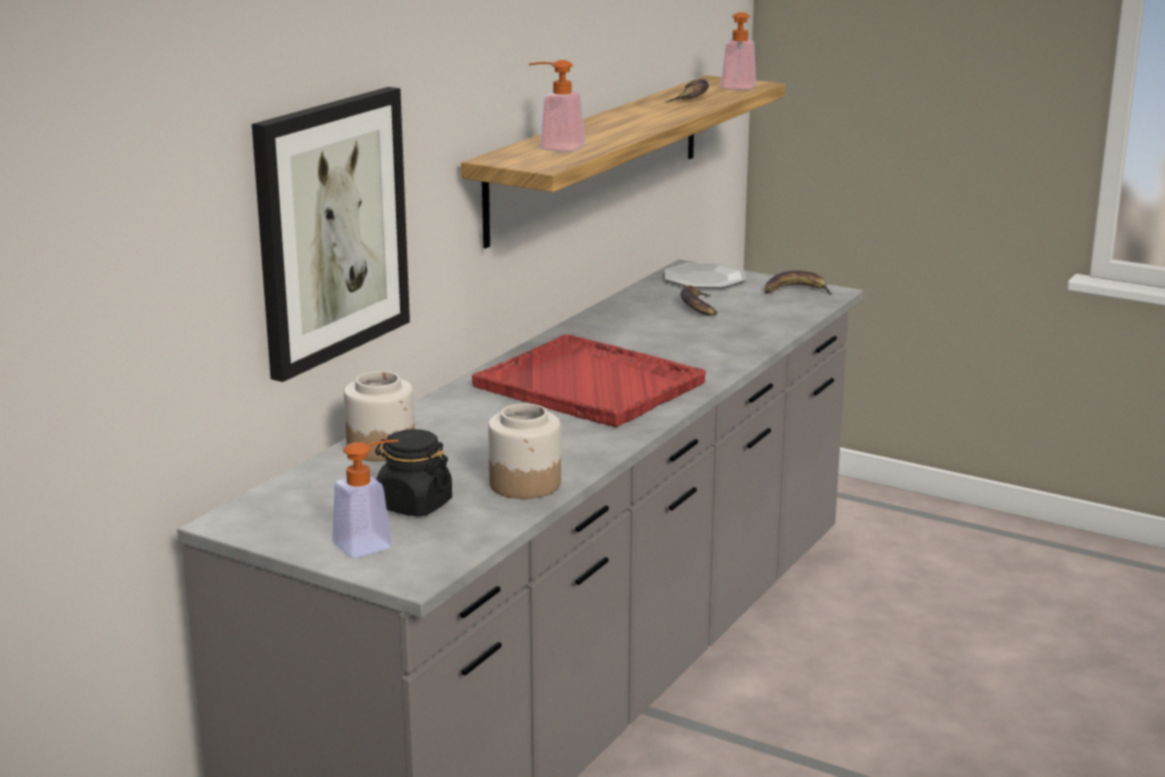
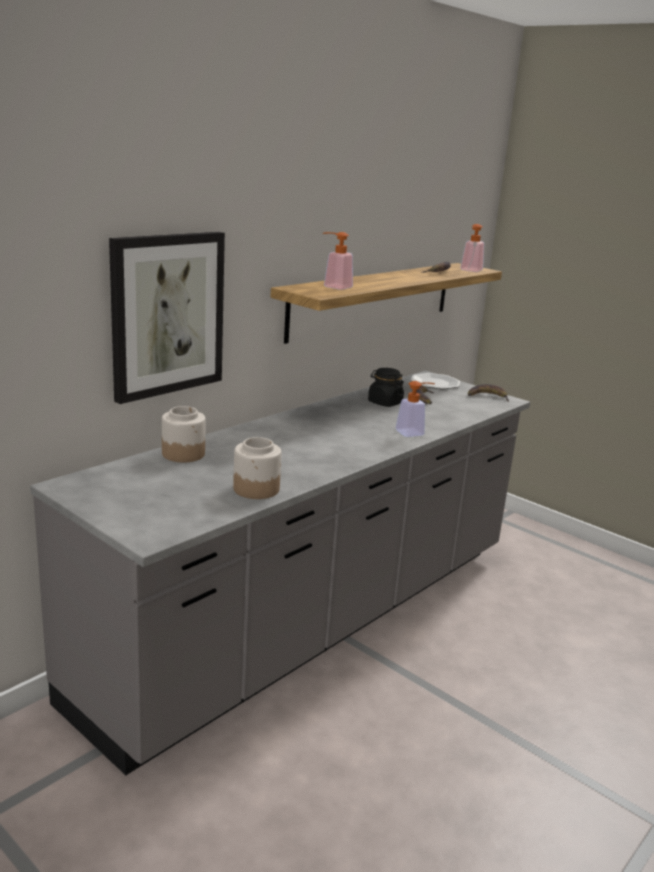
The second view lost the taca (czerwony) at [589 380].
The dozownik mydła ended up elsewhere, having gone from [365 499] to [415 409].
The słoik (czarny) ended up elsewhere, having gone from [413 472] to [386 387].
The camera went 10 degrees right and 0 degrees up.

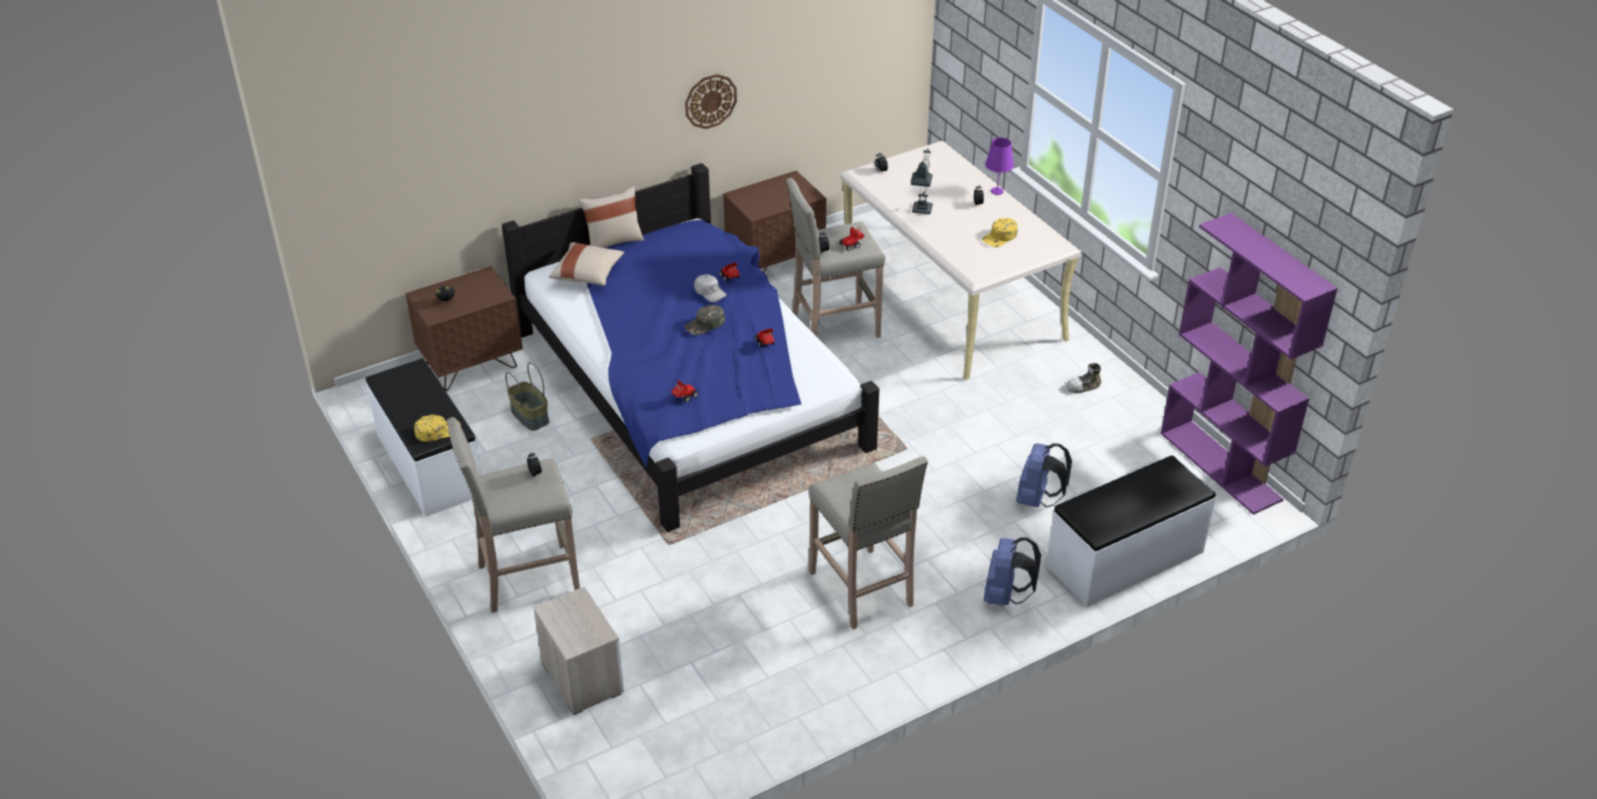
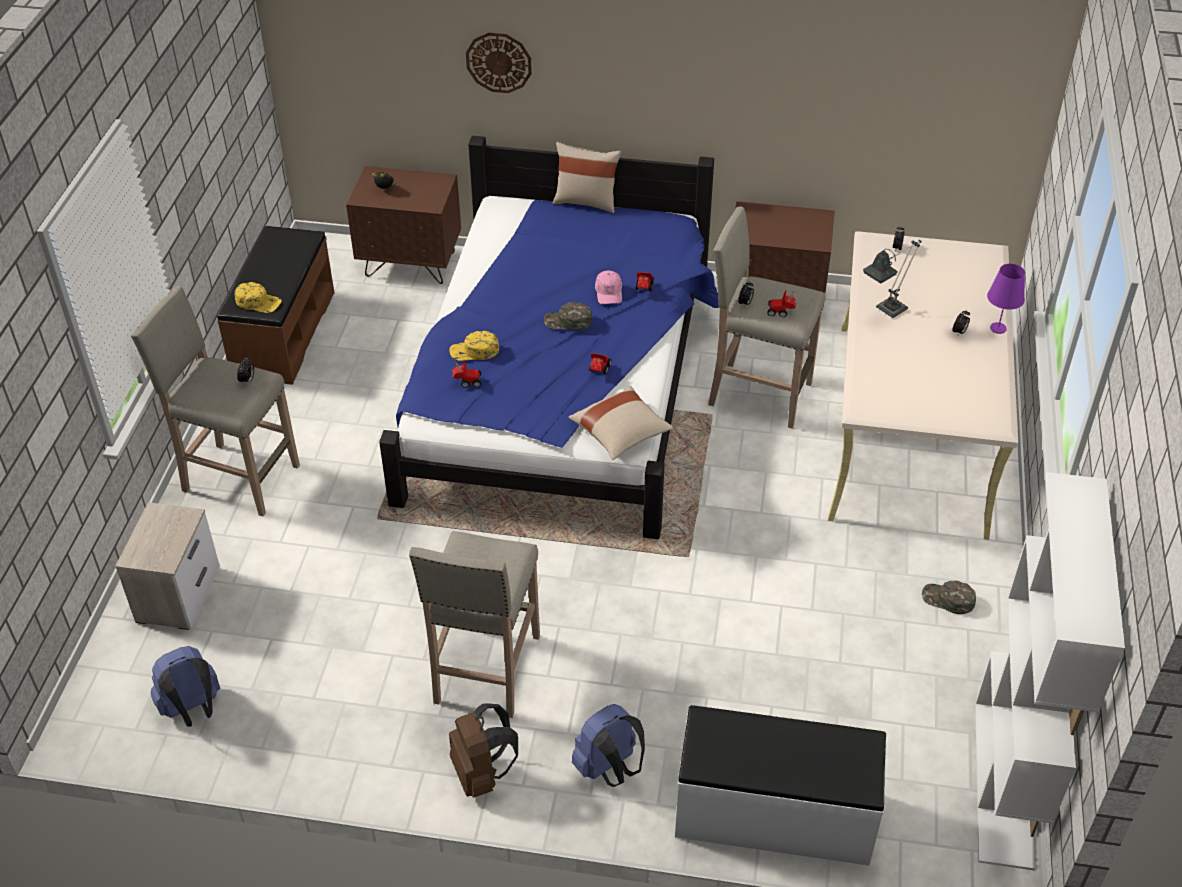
The second view lost the koszyk at [527 396].
The second view gained the plecak (brązowy) at [483 750].
The poduszka (beżowy) ended up elsewhere, having gone from [587 264] to [621 423].
The zegar ścienny ended up elsewhere, having gone from [711 101] to [499 62].
The czapka z daszkiem (żółty) ended up elsewhere, having gone from [999 232] to [474 346].
The plecak (niebieski) ended up elsewhere, having gone from [1044 475] to [185 686].
Where the but stood at [1084 378], the czapka z daszkiem (zielony) came to stand at [949 597].
What was the ławka (biały) at [423 437] turned into the ławka (brązowy) at [275 305].
What was the czapka z daszkiem (biały) at [710 288] turned into the czapka z daszkiem (różowy) at [608 287].
What was the regał (fioletowy) at [1249 364] turned into the regał (biały) at [1050 671].
The camera went 40 degrees right and 5 degrees up.

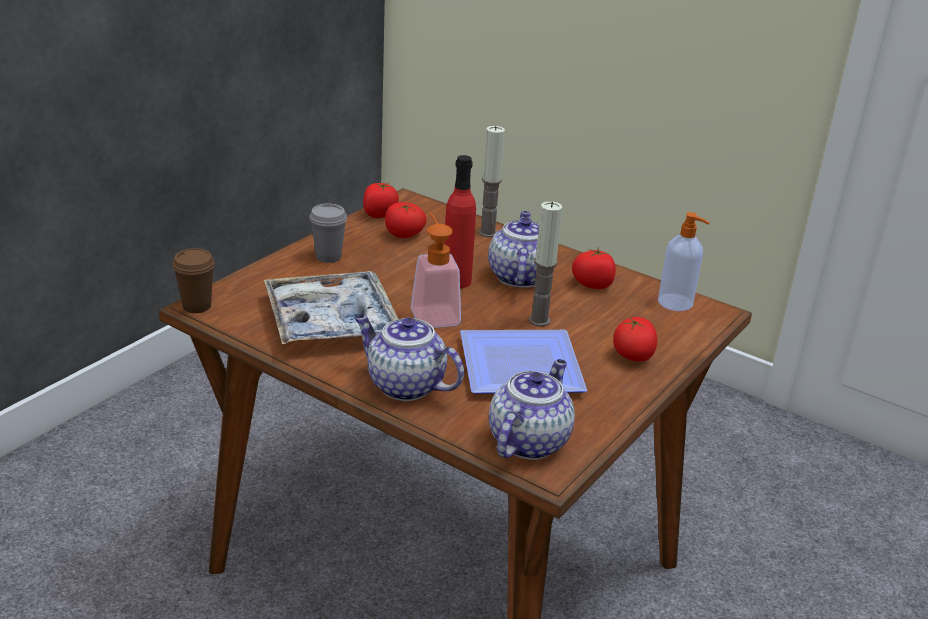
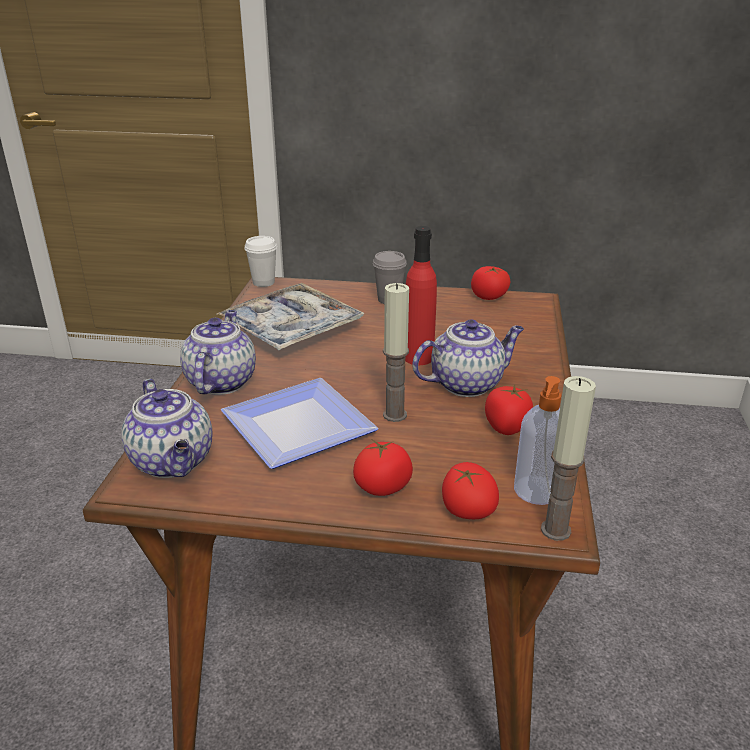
The second view lost the dozownik mydła at [436 270].
The pomidor ended up elsewhere, having gone from [406 220] to [470 490].
The świeca ended up elsewhere, having gone from [491 181] to [568 458].
What was the filiżanka (brązowy) at [193 280] turned into the filiżanka (biały) at [260 261].
The imbryk at [532 409] ended up facing another way, 60 degrees clockwise from before.
The camera went 65 degrees right and 0 degrees up.

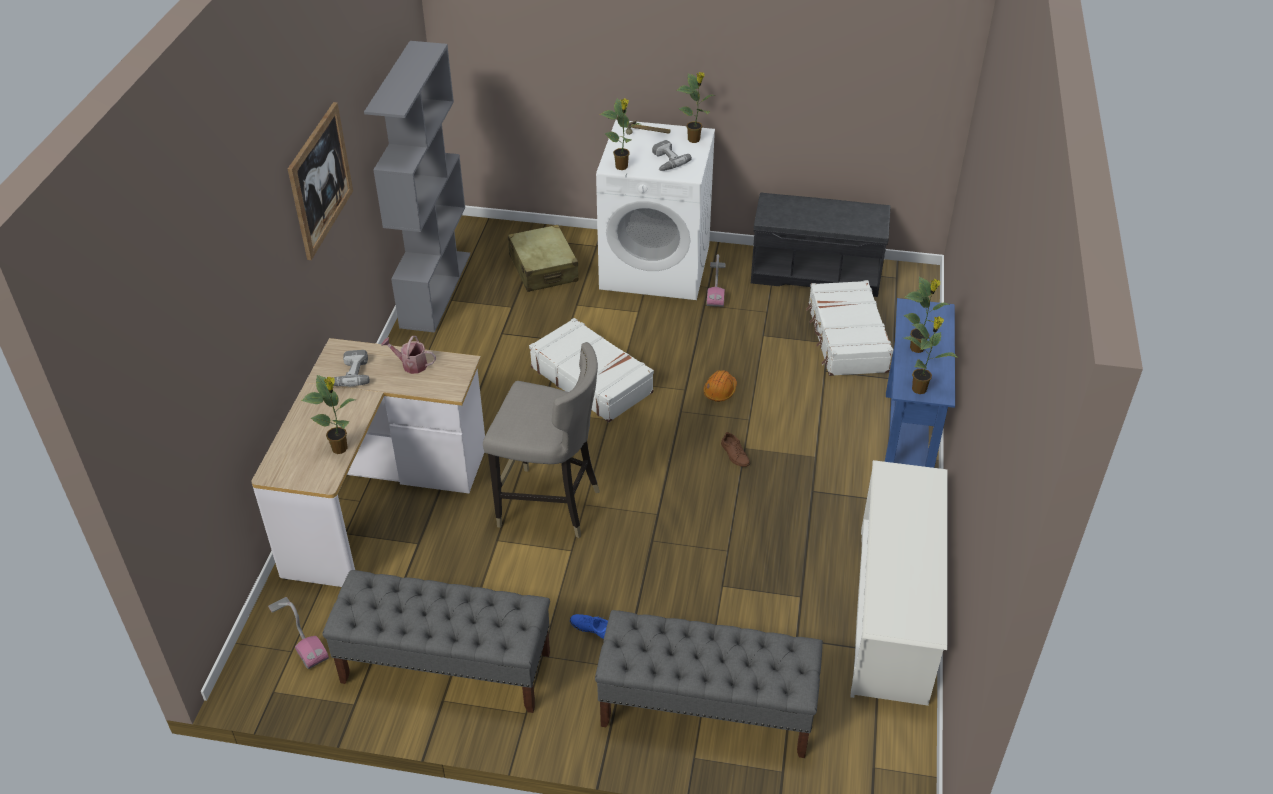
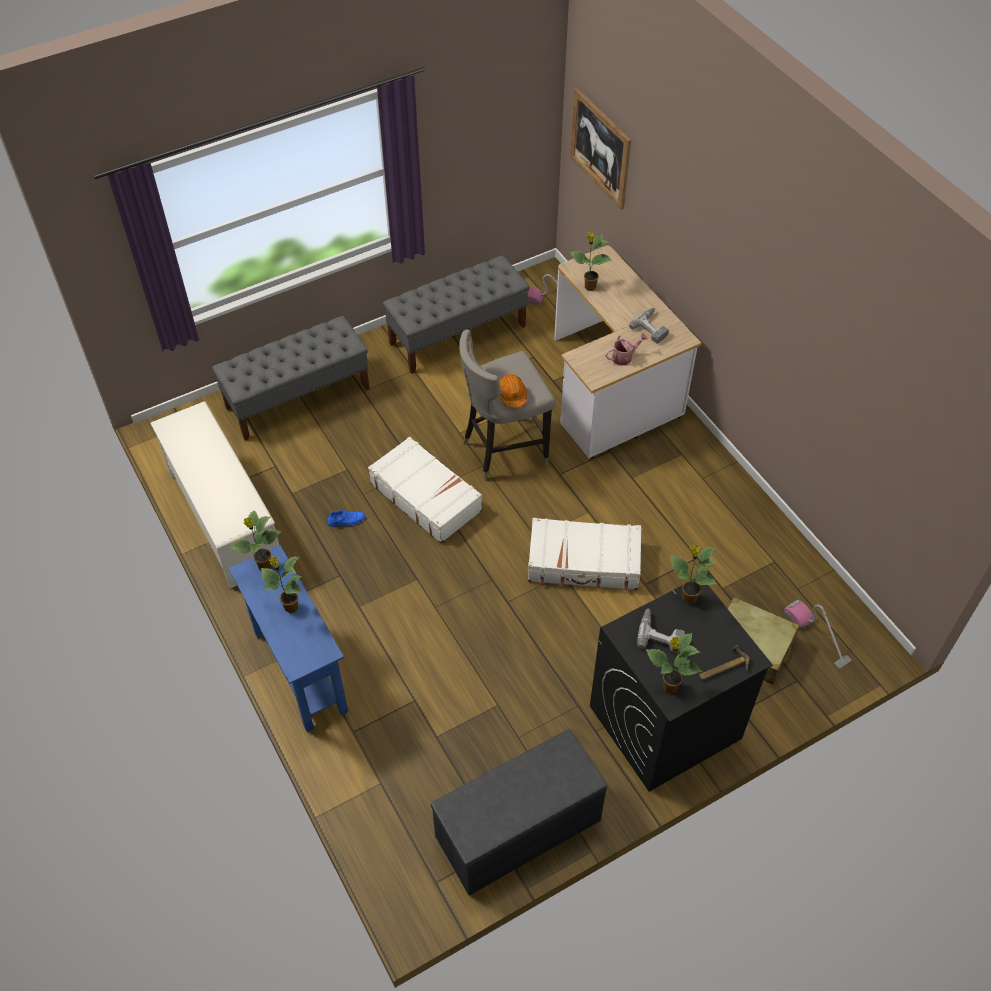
The second view lost the regał (szary) at [417 187].
The second view lost the but (brązowy) at [735 449].
The obraz ended up elsewhere, having gone from [320 181] to [600 149].
The but (niebieski) ended up elsewhere, having gone from [589 626] to [346 518].
The kask (pomarańczowy) ended up elsewhere, having gone from [720 386] to [513 391].
The odkurzacz ended up elsewhere, having gone from [716 280] to [817 634].
The walizka (biały) ended up elsewhere, having gone from [849 328] to [425 490].
What was the pralka (biały) at [655 210] turned into the pralka (czarny) at [681 685].
The camera went 140 degrees right and 10 degrees up.

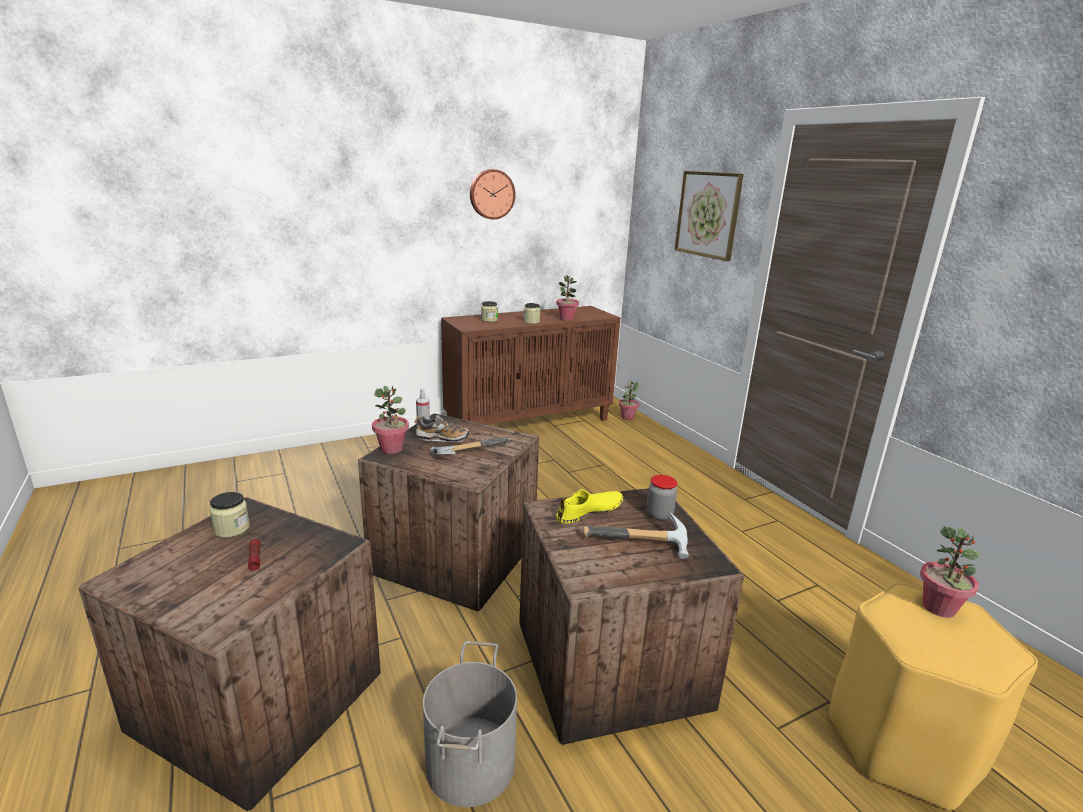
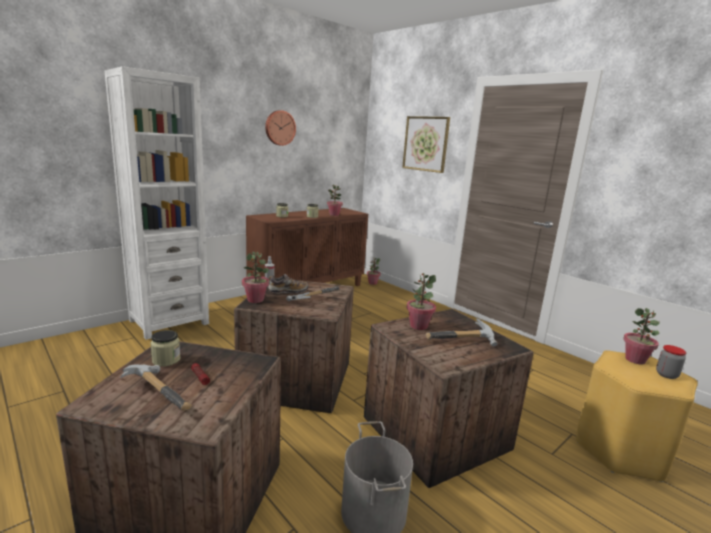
The second view gained the regał (biały) at [156 203].
The second view gained the młotek at [156 388].
The słoik ended up elsewhere, having gone from [662 498] to [671 362].
Where the but (żółty) stood at [589 506], the roślina doniczkowa came to stand at [421 301].
The camera went 15 degrees left and 5 degrees down.

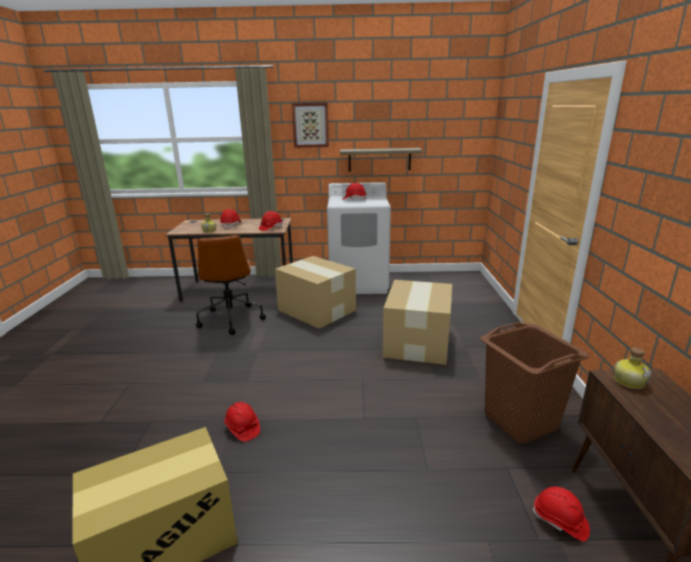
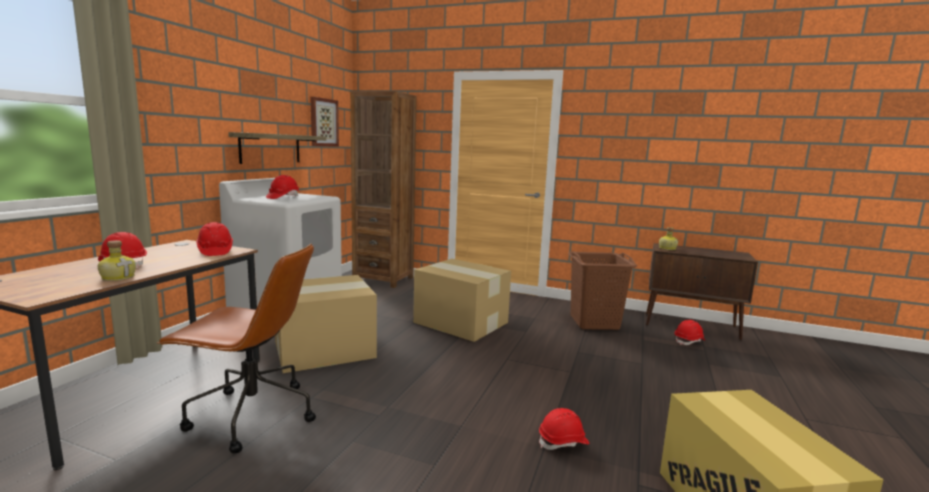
The second view gained the regał (brązowy) at [383 189].
The obraz ended up elsewhere, having gone from [310 125] to [324 122].
The camera went 70 degrees left and 10 degrees down.

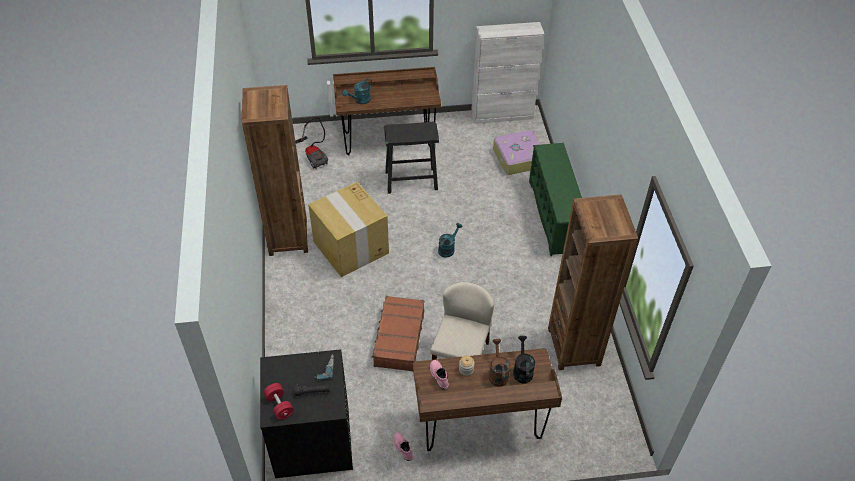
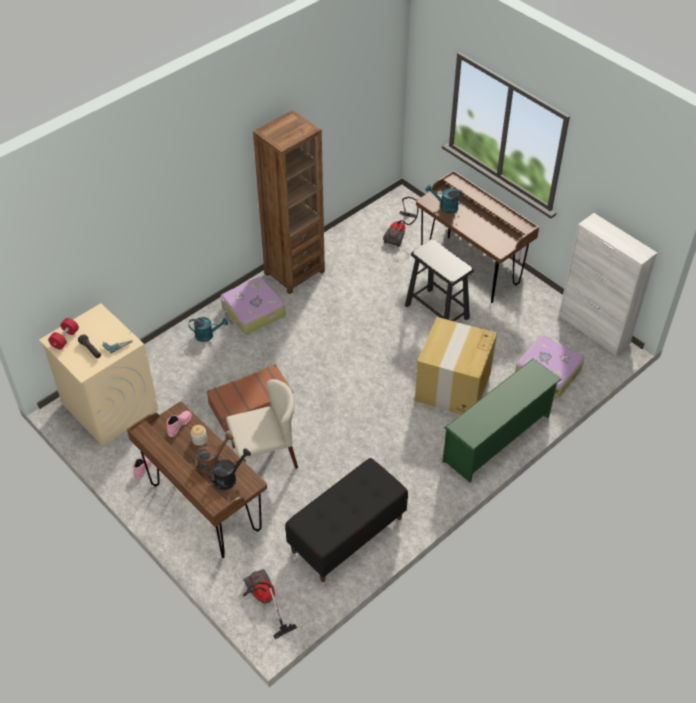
The second view gained the walizka at [253 305].
The second view gained the odkurzacz at [270 604].
The karton ended up elsewhere, having gone from [348 229] to [456 365].
The konewka (turkusowy) ended up elsewhere, having gone from [450 240] to [208 329].
Where the regał (brązowy) stood at [593 282], the ławka (czarny) came to stand at [346 520].
What was the pralka (czarny) at [306 413] turned into the pralka (beżowy) at [98 374].
The camera went 55 degrees right and 0 degrees up.

